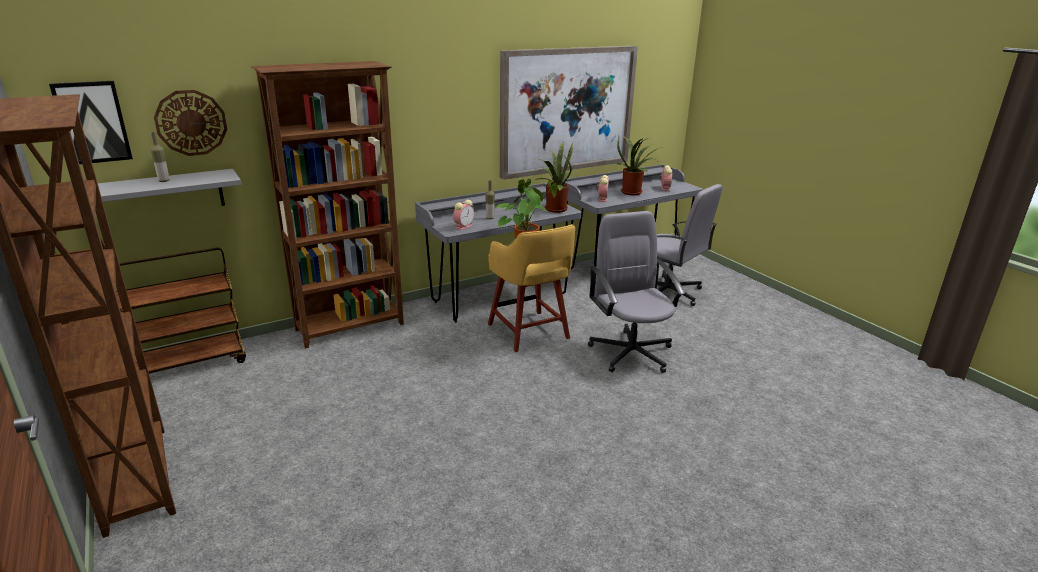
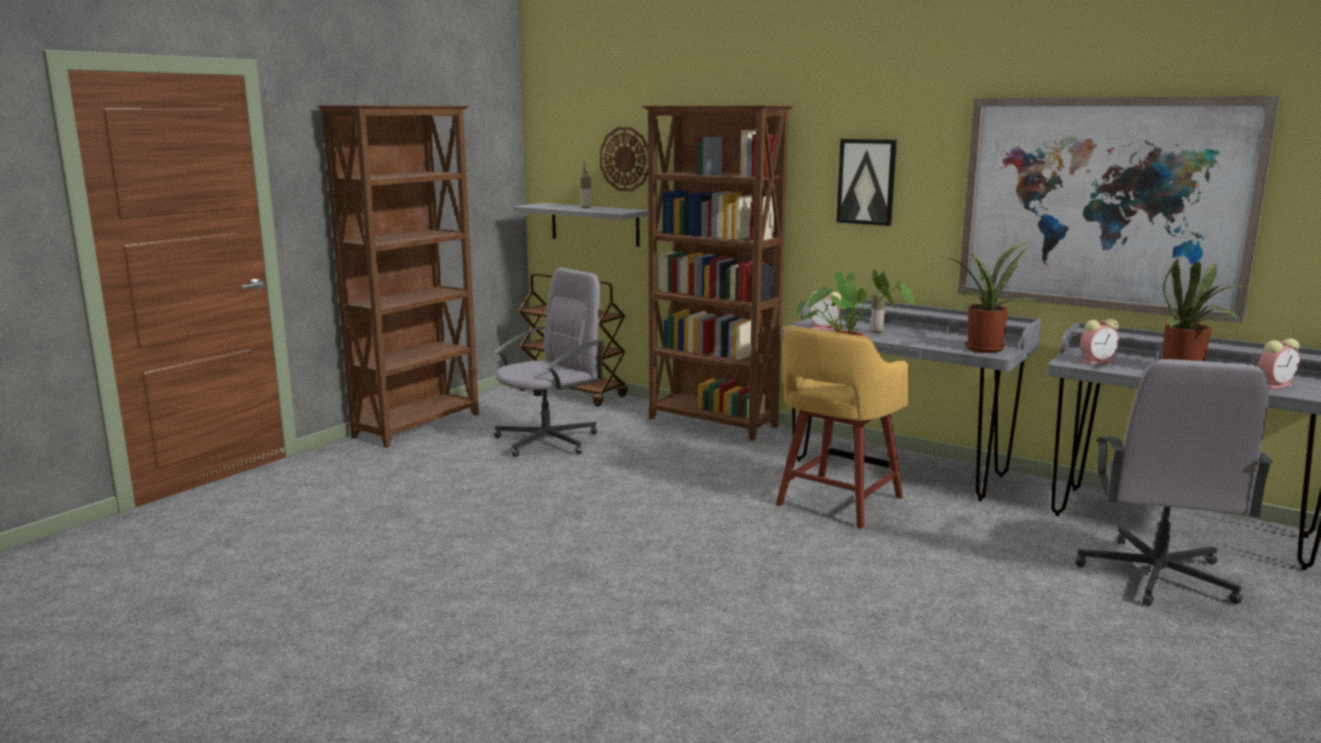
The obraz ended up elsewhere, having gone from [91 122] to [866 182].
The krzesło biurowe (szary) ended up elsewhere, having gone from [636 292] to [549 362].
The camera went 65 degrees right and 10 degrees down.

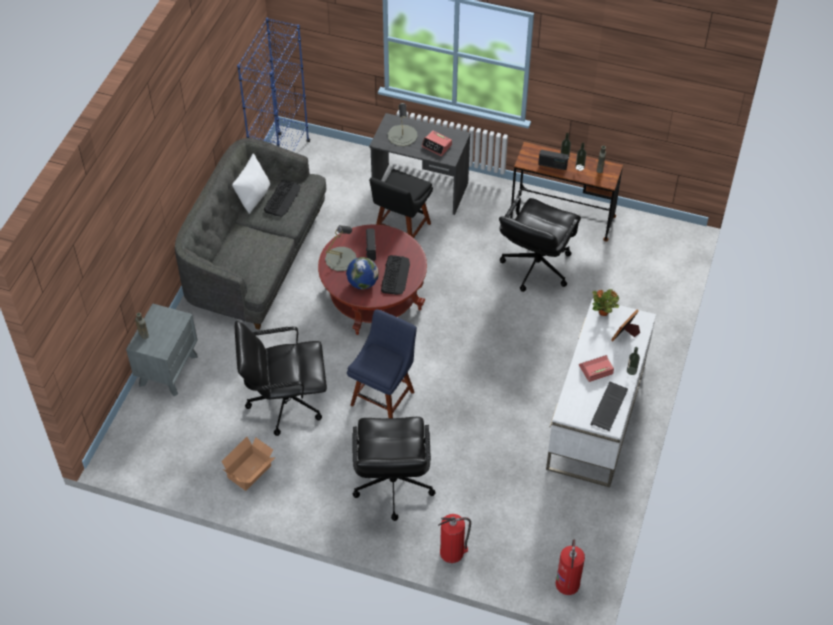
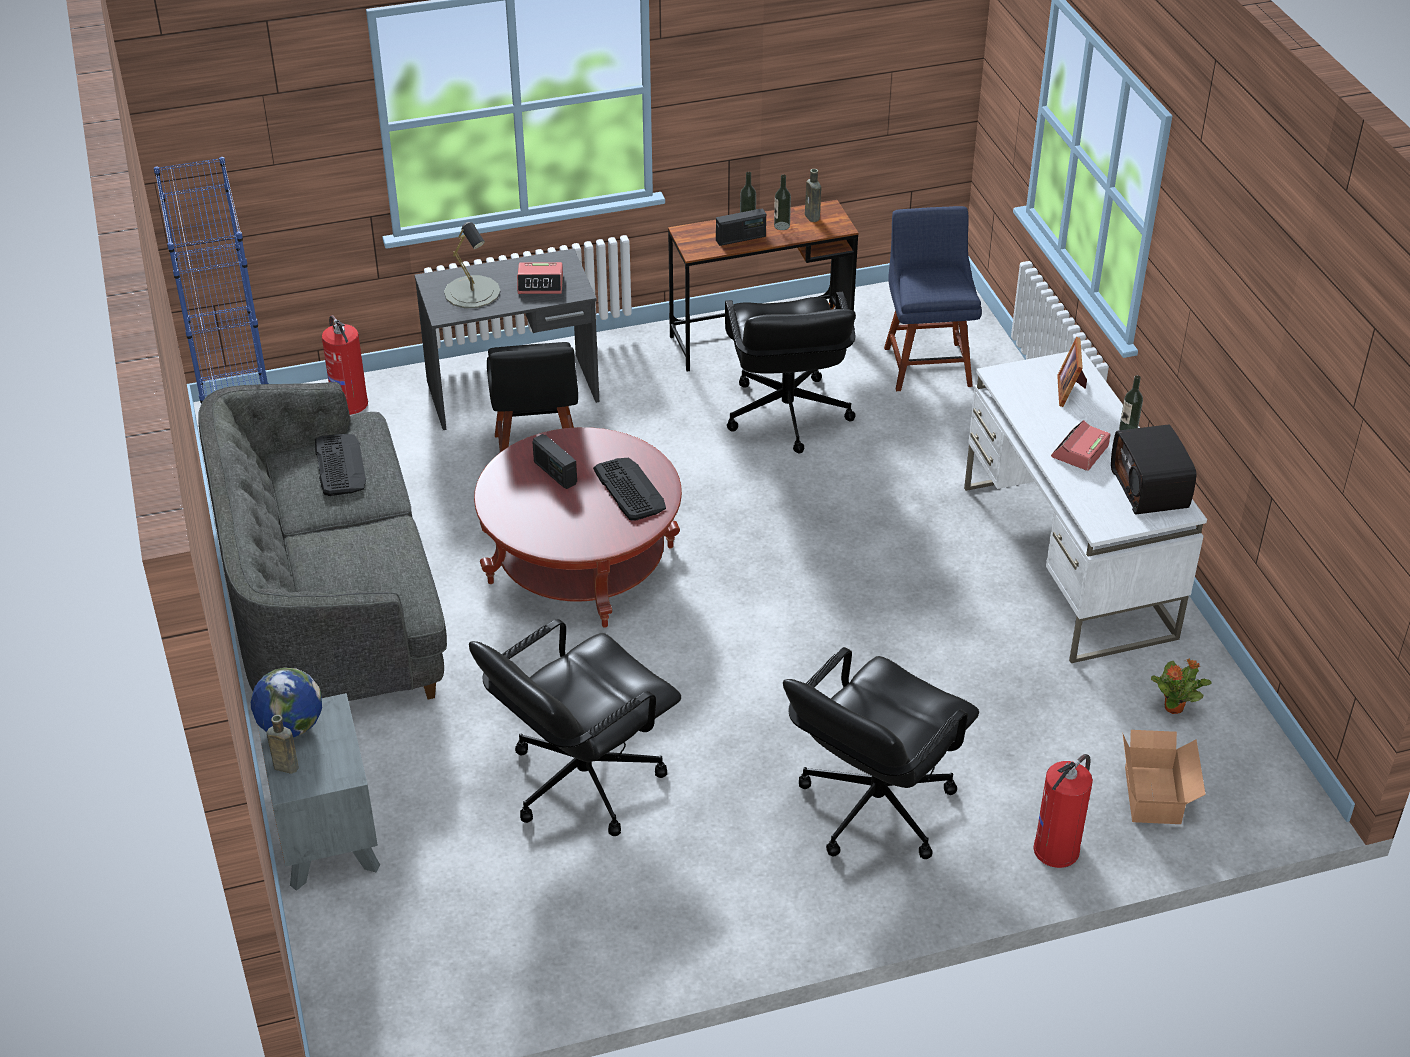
The second view lost the poduszka (biały) at [251 183].
The second view lost the lampa stołowa (szary) at [341 248].
The karton ended up elsewhere, having gone from [248 464] to [1164 777].
The globus ended up elsewhere, having gone from [362 273] to [286 702].
The krzesło (niebieski) ended up elsewhere, having gone from [382 363] to [933 298].
The gaśnica ended up elsewhere, having gone from [570 567] to [345 365].
The roślina doniczkowa ended up elsewhere, having gone from [605 302] to [1181 686].
Where the klawiatura stood at [609 406], the radio came to stand at [1154 469].
The krzesło biurowe (czarny) at [394 469] ended up facing another way, 75 degrees clockwise from before.
The camera went 35 degrees left and 10 degrees down.

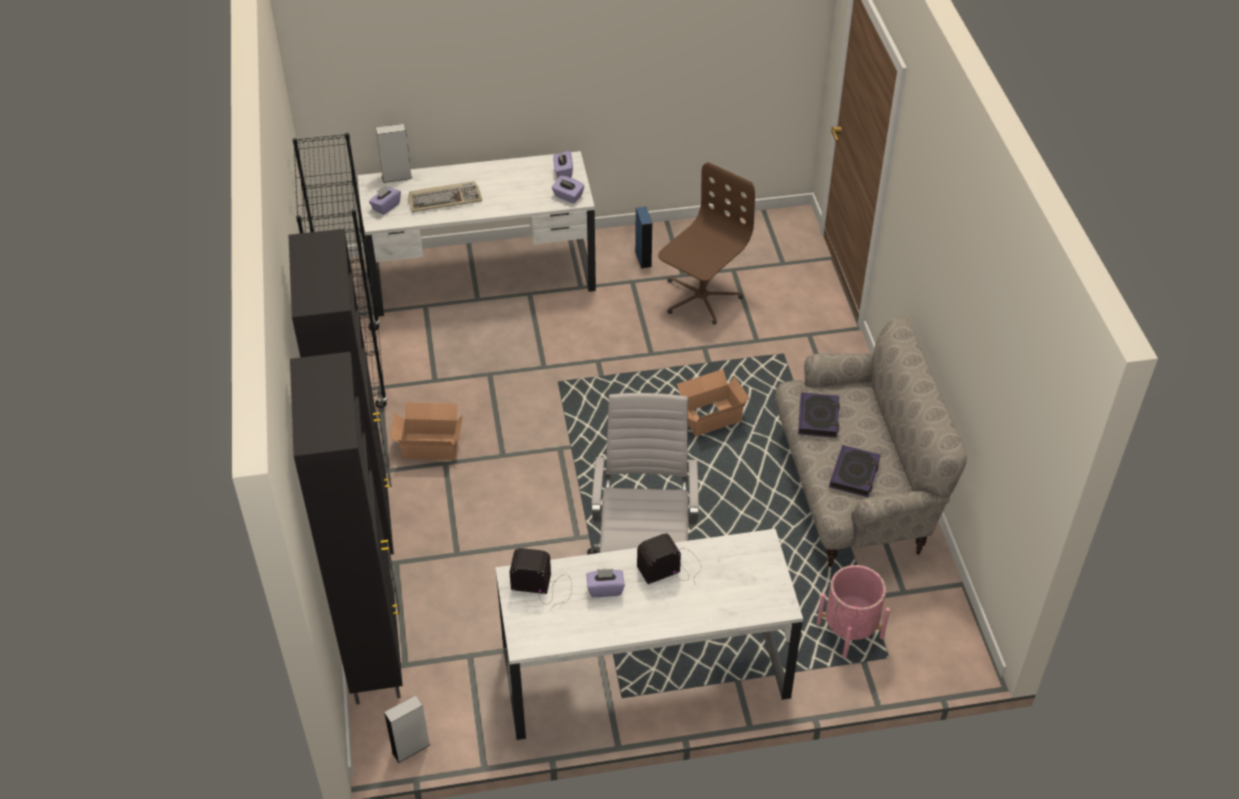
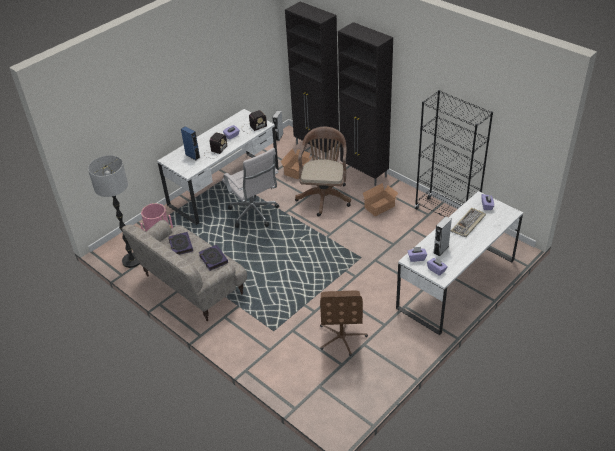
The second view gained the lampa stojąca at [114 211].
The second view gained the krzesło biurowe (brązowy) at [323 172].
The głośnik (szary) ended up elsewhere, having gone from [394 153] to [442 236].
The głośnik (niebieski) ended up elsewhere, having gone from [643 237] to [190 143].
The karton ended up elsewhere, having gone from [713 403] to [296 163].
The camera went 145 degrees right and 5 degrees down.

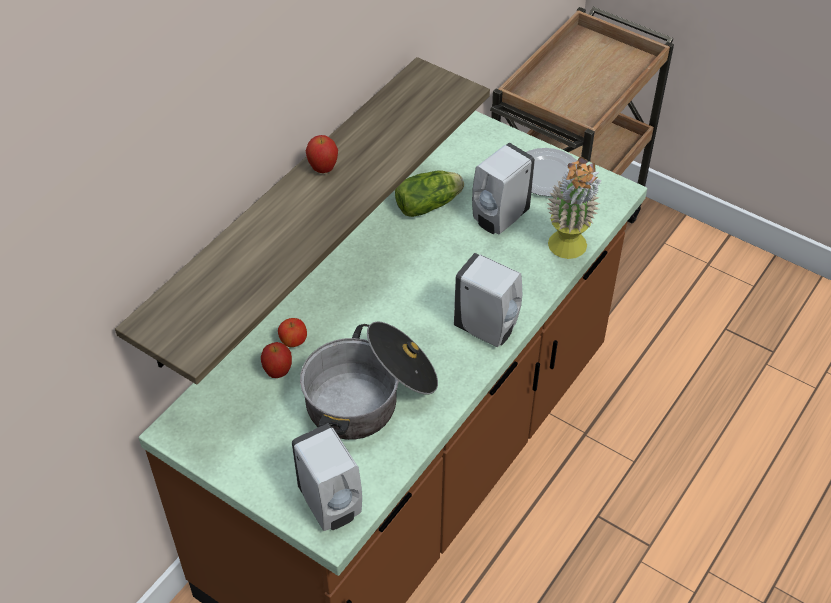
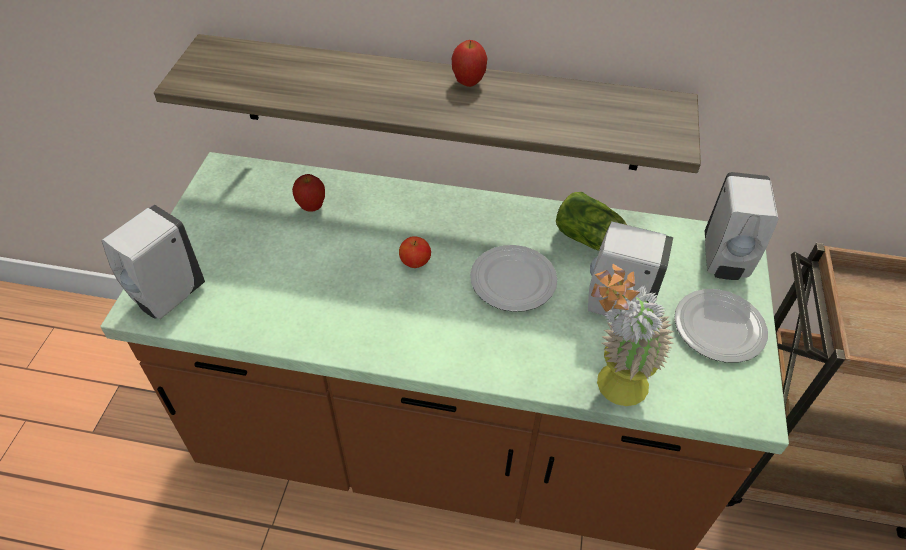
The second view lost the garnek at [369 380].
The second view gained the talerz at [514 278].
The jabłko ended up elsewhere, having gone from [292 332] to [415 252].
The dozownik mydła (biały) ended up elsewhere, having gone from [488 300] to [741 226].
The camera went 65 degrees right and 0 degrees up.

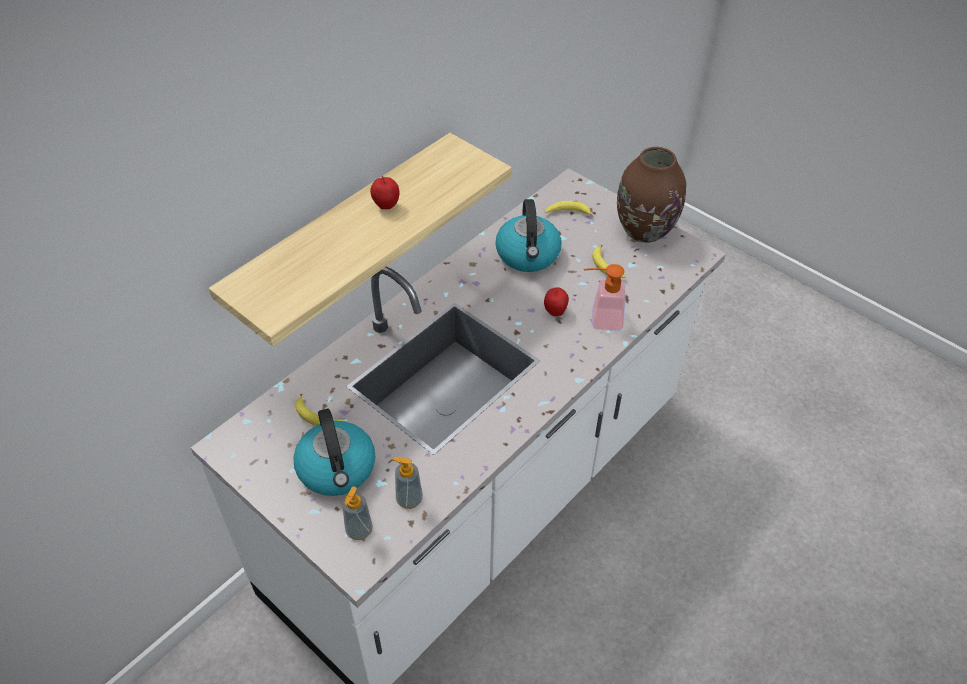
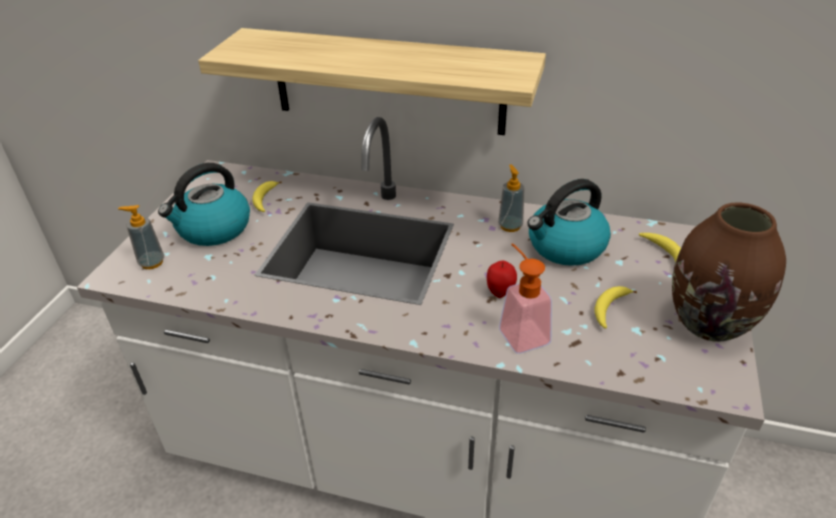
The second view lost the jabłko at [384 192].
The dozownik mydła ended up elsewhere, having gone from [407 483] to [511 198].
The camera went 65 degrees right and 10 degrees down.

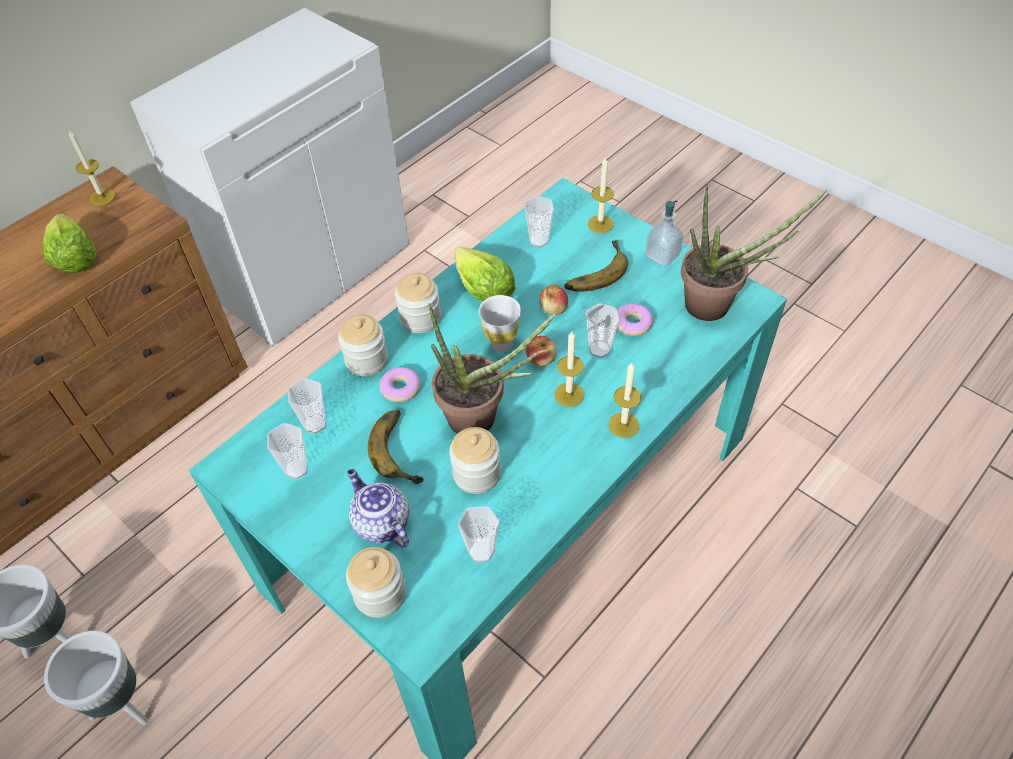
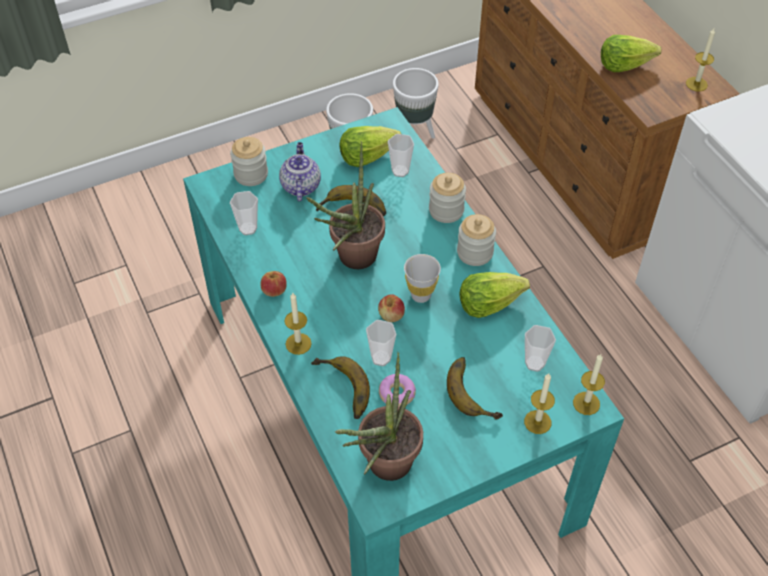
The second view lost the donut at [400 384].
The second view lost the słoik at [475 460].
The second view lost the dozownik mydła at [664 233].
The second view gained the banan at [340 387].
The jabłko ended up elsewhere, having gone from [553 300] to [273 284].
The świeca ended up elsewhere, having gone from [569 369] to [589 384].
Where the filiżanka stood at [287 451], the sałata came to stand at [370 146].
The imbryk at [378 508] ended up facing another way, 75 degrees counterclockwise from before.
The camera went 110 degrees right and 0 degrees up.

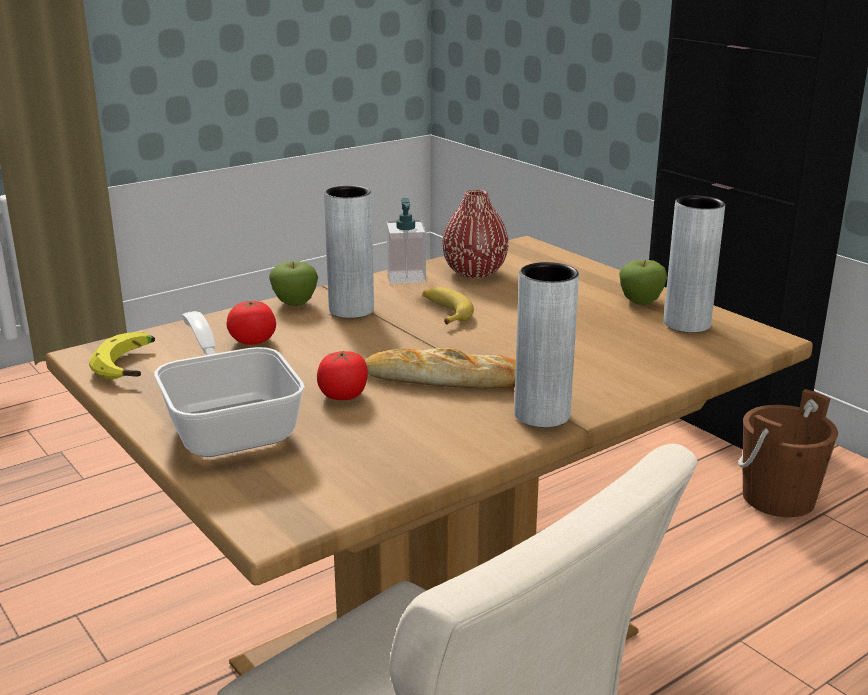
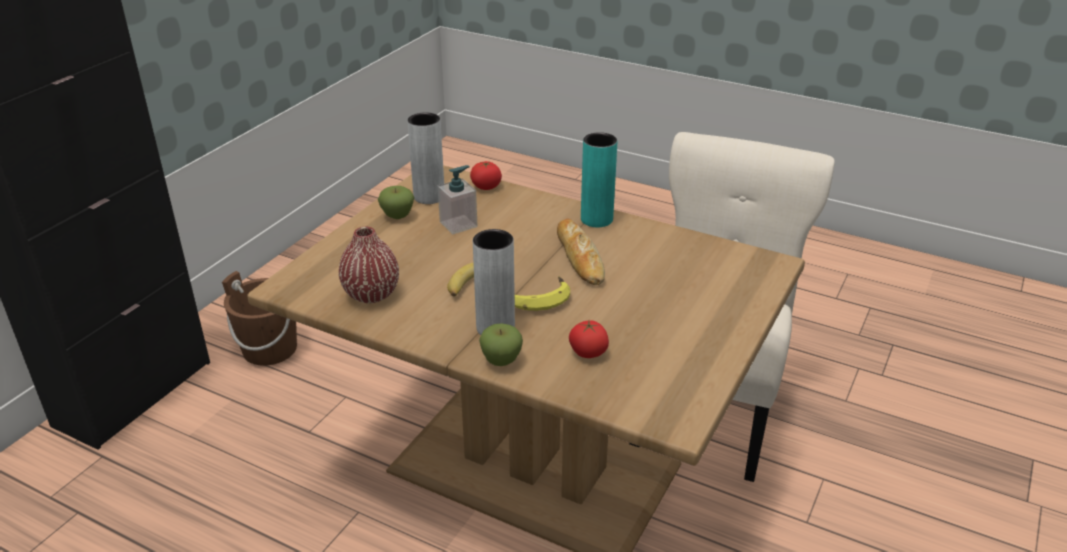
The second view lost the patelnia at [229 384].
The banan ended up elsewhere, having gone from [122 355] to [542 293].
The pomidor ended up elsewhere, having gone from [342 375] to [486 175].
The dozownik mydła ended up elsewhere, having gone from [406 241] to [457 199].
What was the wazon (szary) at [546 345] turned into the wazon (turkusowy) at [599 179].
The camera went 115 degrees left and 10 degrees up.

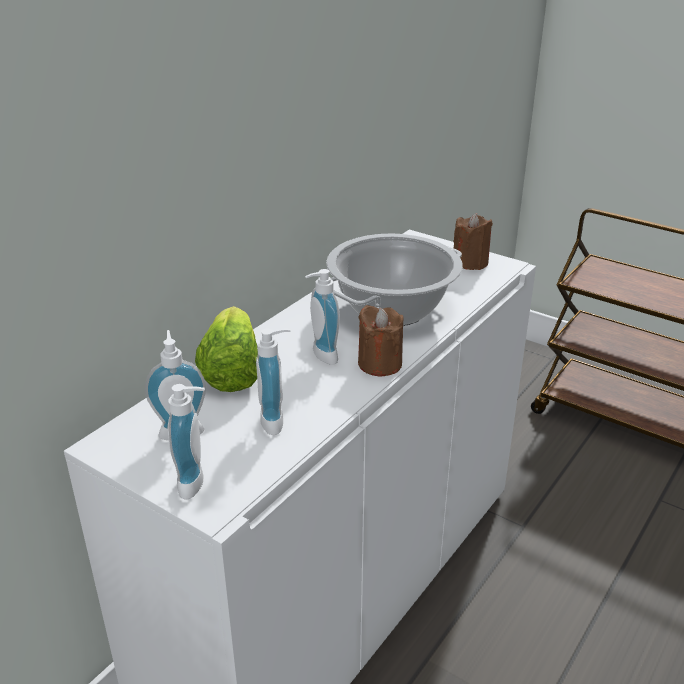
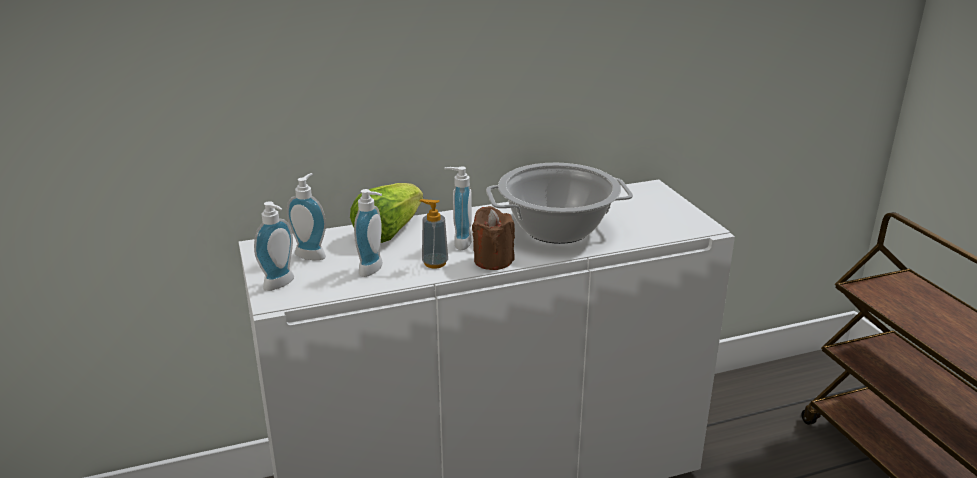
The second view lost the świeca (brązowy) at [473 241].
The second view gained the dozownik mydła at [433 233].
The camera went 35 degrees right and 5 degrees down.

